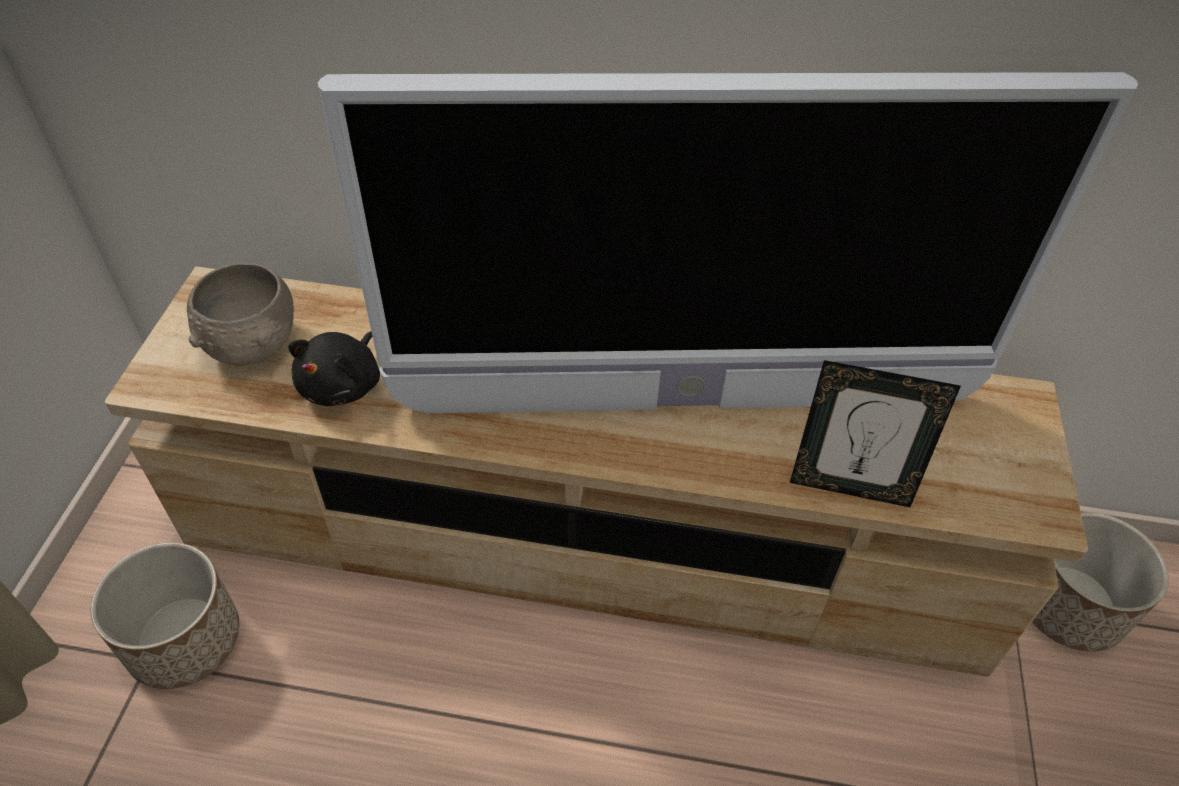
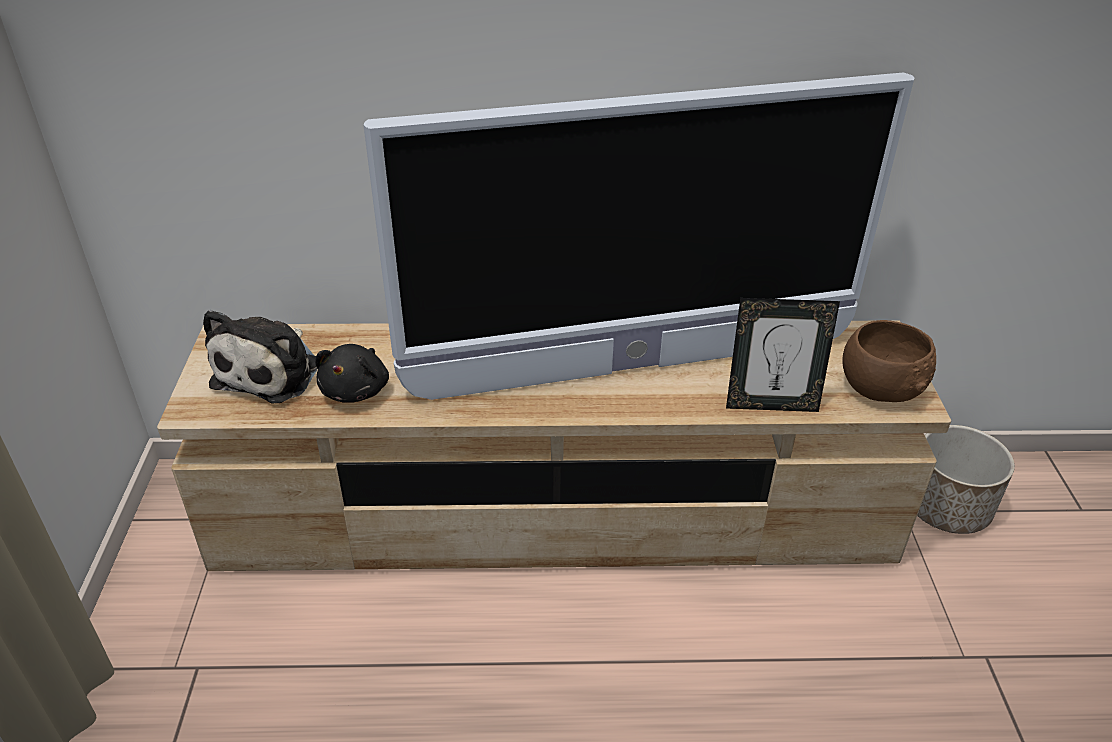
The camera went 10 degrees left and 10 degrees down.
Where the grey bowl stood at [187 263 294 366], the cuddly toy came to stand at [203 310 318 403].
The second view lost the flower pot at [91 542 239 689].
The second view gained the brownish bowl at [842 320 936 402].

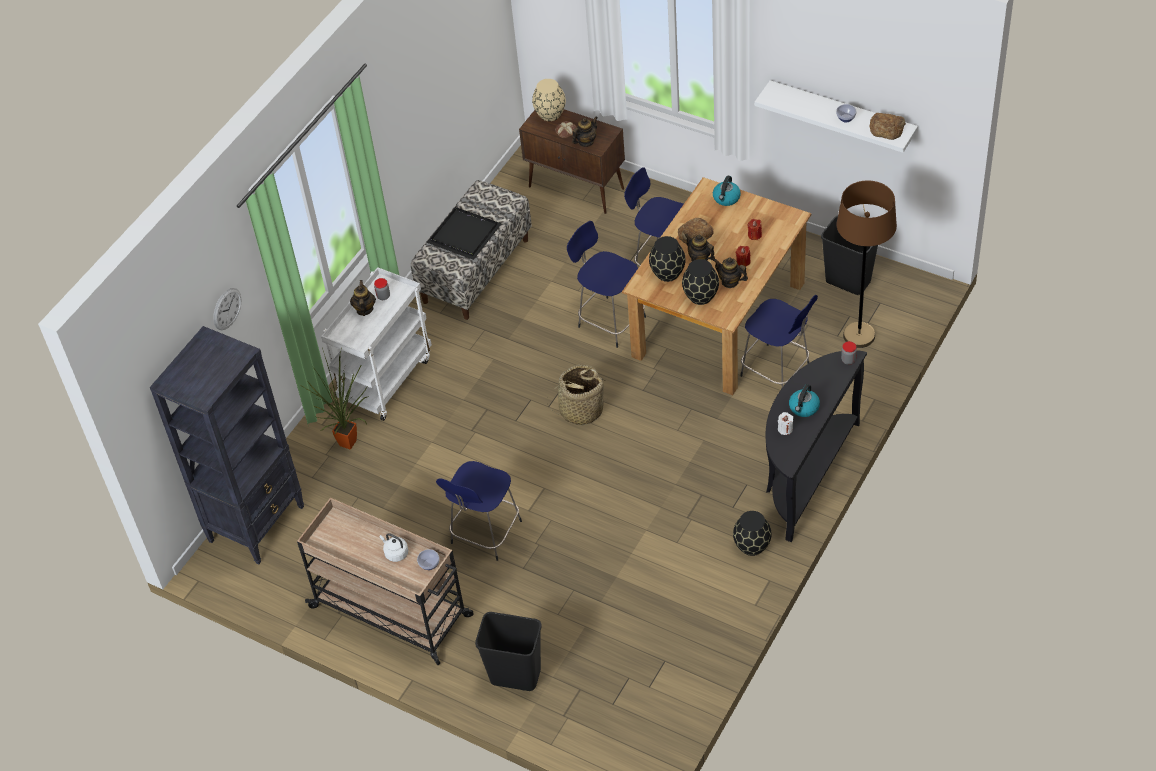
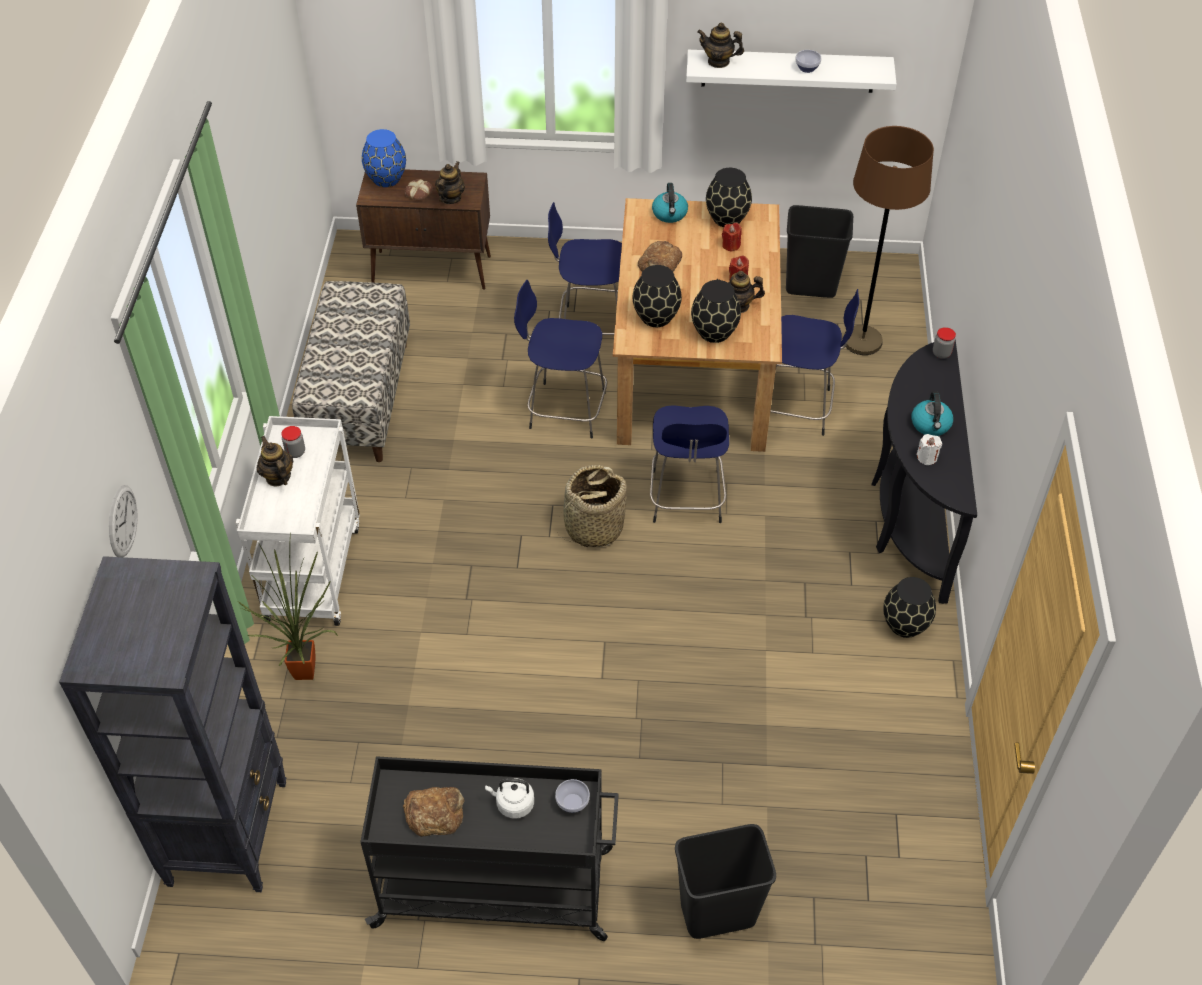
The camera went 30 degrees left and 0 degrees up.
What was the sand-coloured decorative vase at [532 79 566 121] turned into the blue decorative vase at [362 129 406 187].
The baked bread ended up elsewhere, having gone from [869 113 906 140] to [403 787 465 837].
The second view lost the black-coloured tray at [426 207 502 260].
The pot for tea ended up elsewhere, having gone from [685 234 715 261] to [697 23 744 68].
The blue stool seat ended up elsewhere, having gone from [436 461 522 561] to [650 405 729 523].
What was the sand-coloured cart at [297 498 473 665] turned into the black-coloured cart at [360 756 619 941].
The second view gained the black-coloured decorative vase at [706 168 752 227].

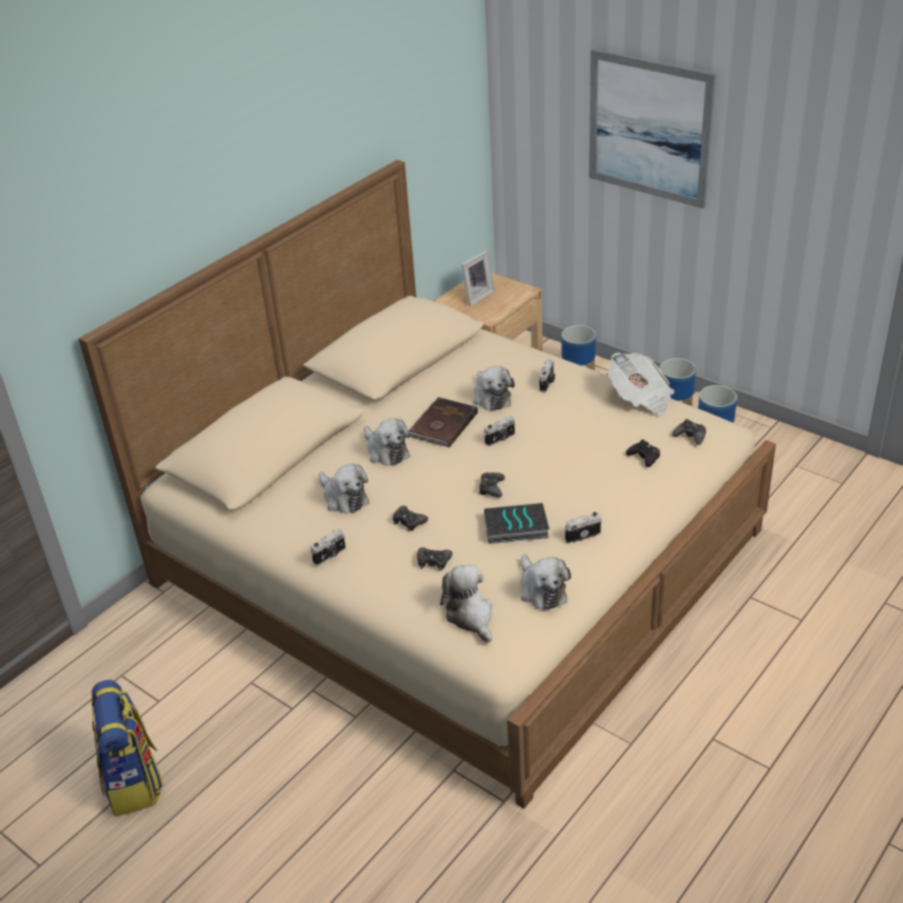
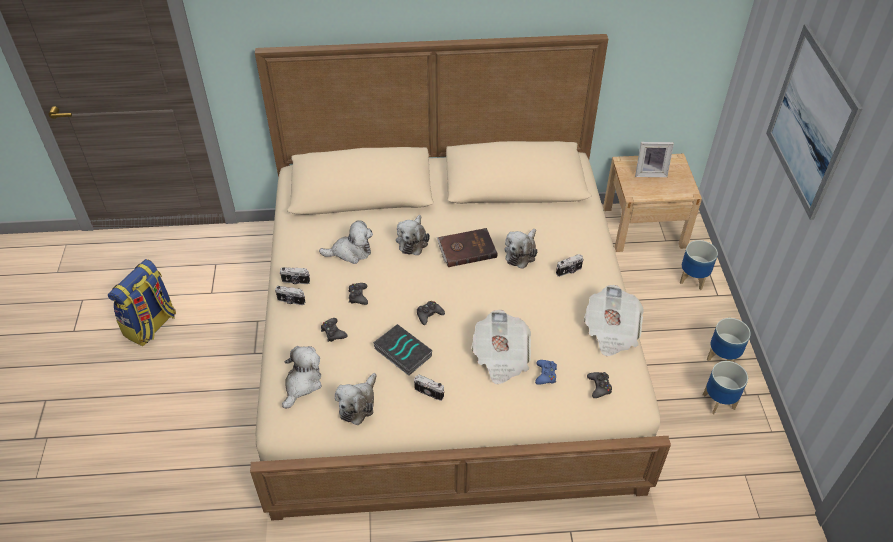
The camera went 45 degrees right and 10 degrees up.
The photo camera ended up elsewhere, having gone from [484 416 515 446] to [275 286 305 305].
What was the black-coloured joypad at [626 439 660 467] turned into the blue joypad at [535 360 557 385].
The cuddly toy at [319 464 369 514] ended up facing another way, 105 degrees counterclockwise from before.
The second view gained the daily paper at [471 310 531 385].

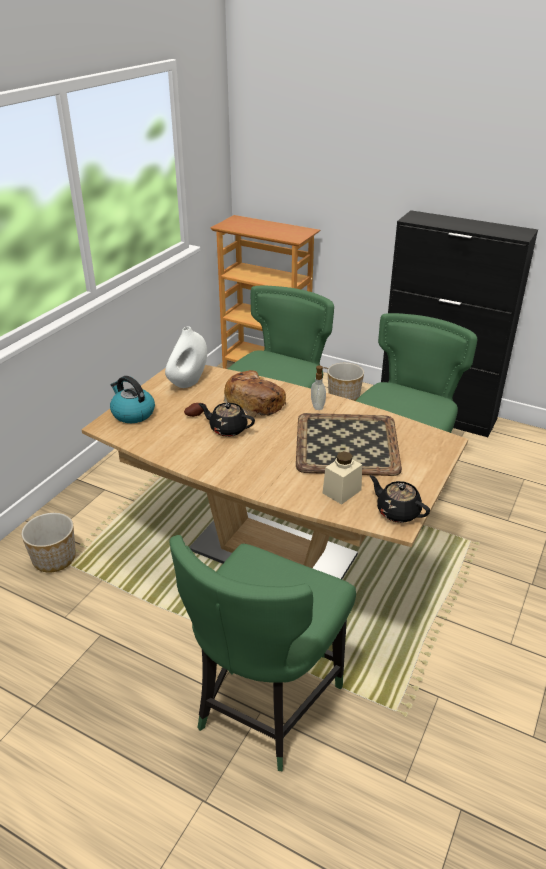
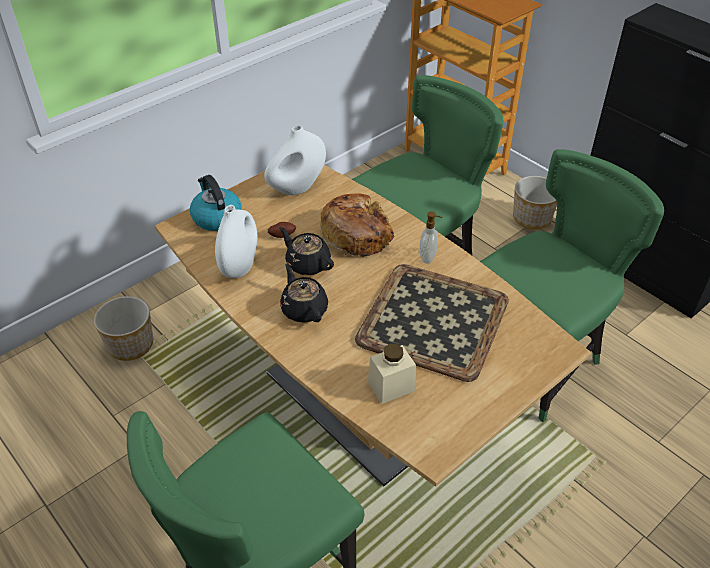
The camera went 20 degrees right and 10 degrees up.
The black-coloured pot for tea ended up elsewhere, having gone from [370 475 430 523] to [280 264 328 323].
The second view gained the whitish decorative vase at [215 205 258 278].

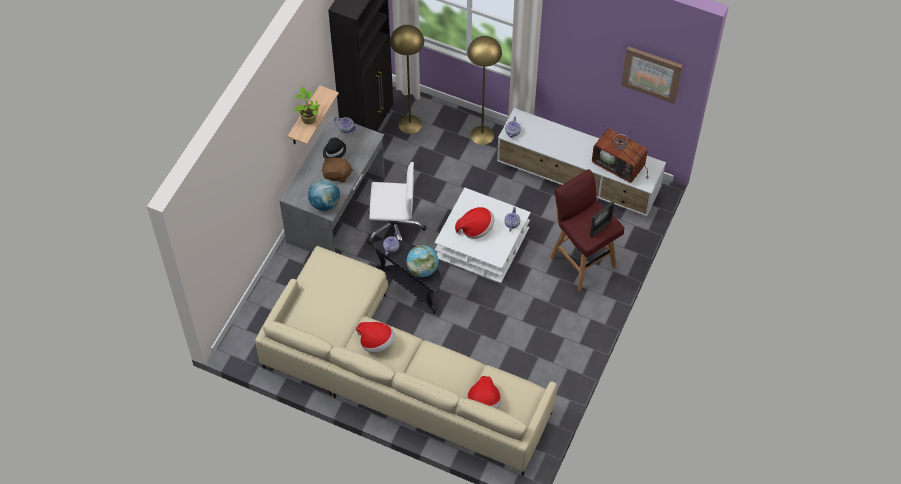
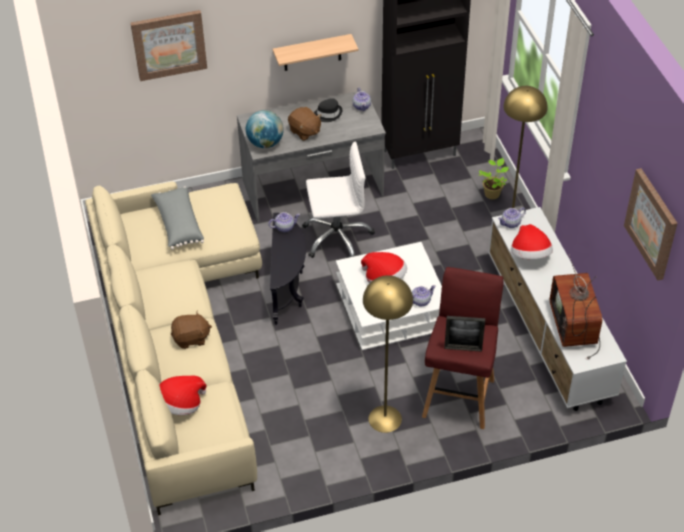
The camera went 50 degrees right and 10 degrees down.
The yellowish standard lamp ended up elsewhere, having gone from [390 25 424 134] to [363 275 413 433].
The plant in a pot ended up elsewhere, having gone from [294 87 320 125] to [479 158 509 199].
The whitish computer chair at [367 162 426 245] ended up facing another way, 60 degrees counterclockwise from before.
The second view lost the globe at [407 245 439 277].
The wearable hat ended up elsewhere, having gone from [356 322 395 353] to [511 224 553 259].
The second view gained the picture at [131 10 207 81].
The second view gained the grey pillow at [151 186 204 250].
The second view gained the brownish cuddly toy at [171 310 212 349].

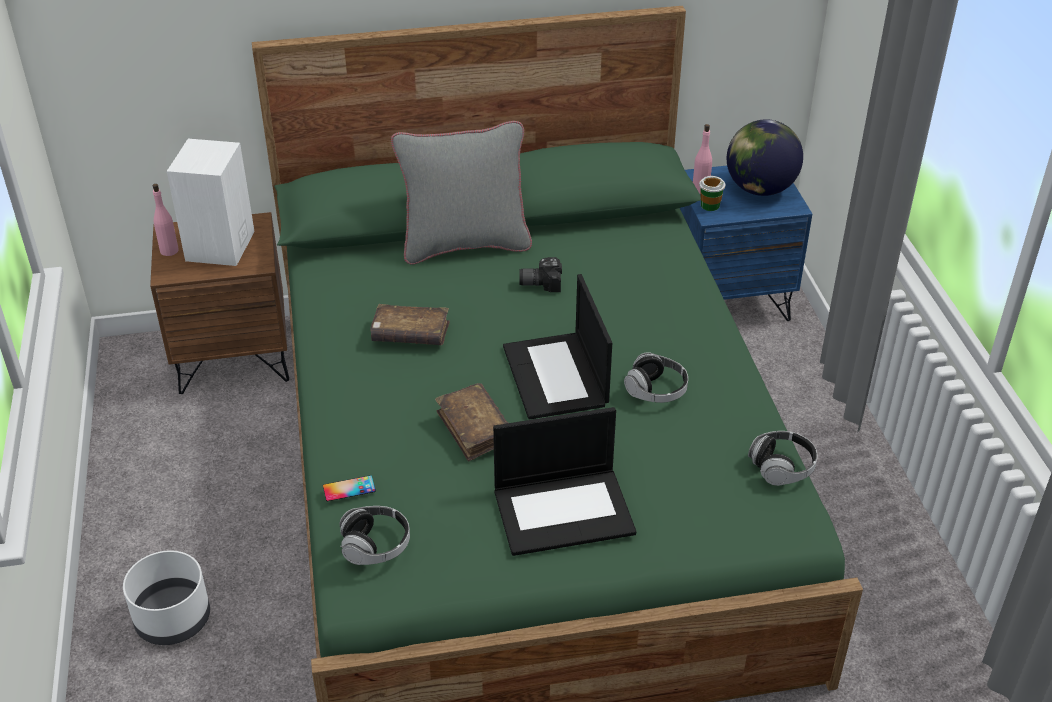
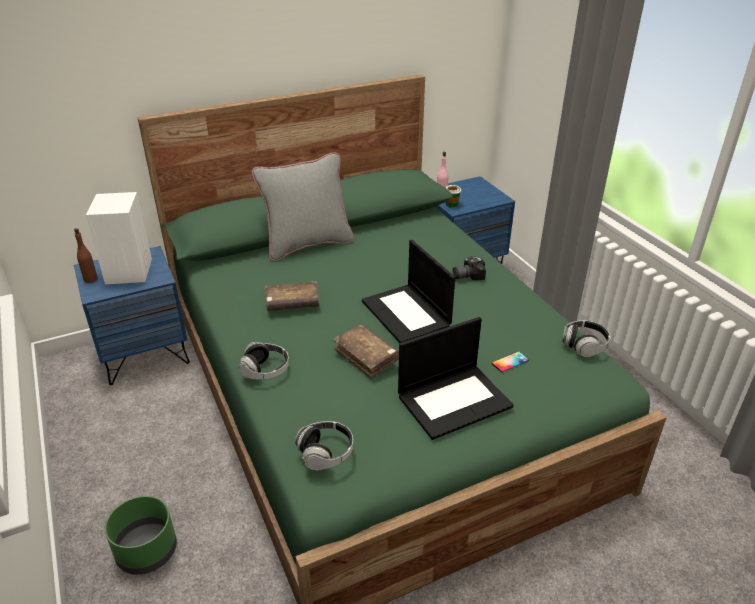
The camera went 15 degrees left and 5 degrees down.
The second view lost the globe at [727 119 803 196].
What was the pink-coloured bottle at [153 184 179 256] turned into the brownish bottle at [74 228 98 283].
What was the brownish nightstand at [150 212 289 394] turned into the blue nightstand at [74 246 190 385].
The photo camera ended up elsewhere, having gone from [519 257 562 292] to [452 256 486 281].
The headphones ended up elsewhere, having gone from [624 352 688 403] to [238 342 289 380].
The telephone ended up elsewhere, having gone from [323 475 376 501] to [492 351 529 372].
What was the whitish flower pot at [123 550 210 645] turned into the green flower pot at [105 496 177 575].

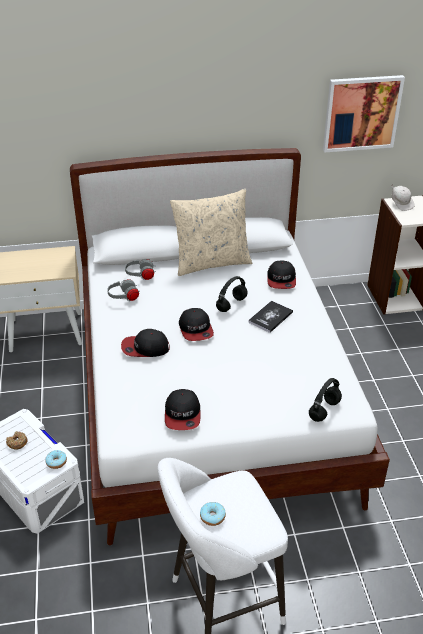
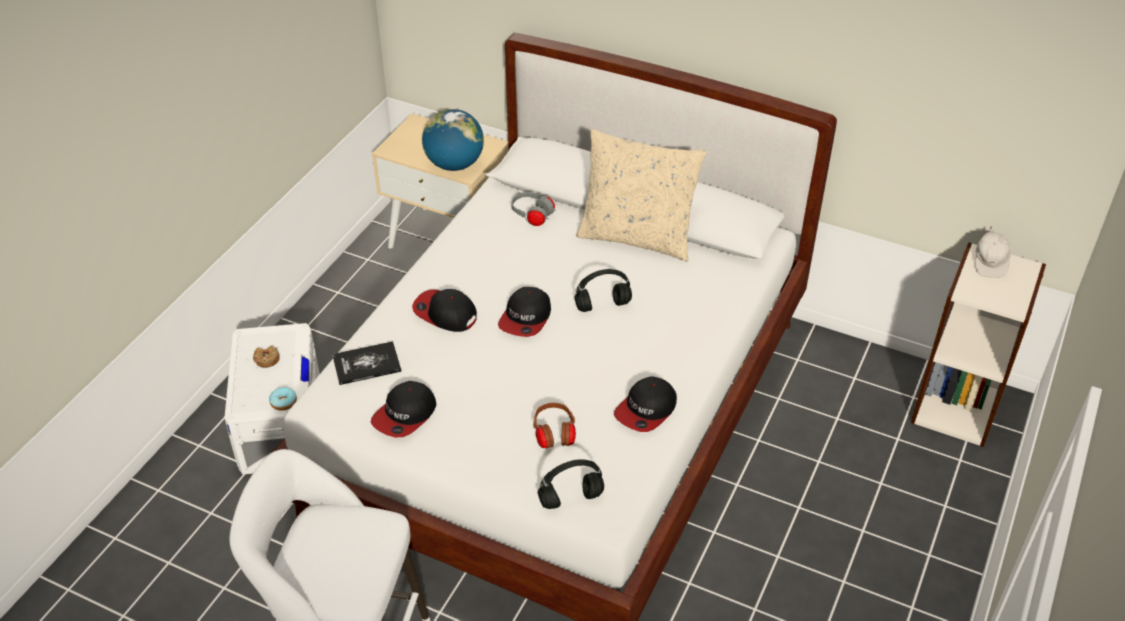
The camera went 35 degrees right and 5 degrees up.
The second view lost the picture at [323 75 405 153].
The peaked cap ended up elsewhere, having gone from [267 260 296 289] to [614 376 677 432].
The second view lost the grey headphones at [107 279 139 301].
The bound book ended up elsewhere, having gone from [248 301 293 333] to [332 341 401 385].
The second view lost the doughnut at [200 502 226 526].
The second view gained the globe at [422 109 484 171].
The second view gained the brownish headphones at [533 403 576 449].

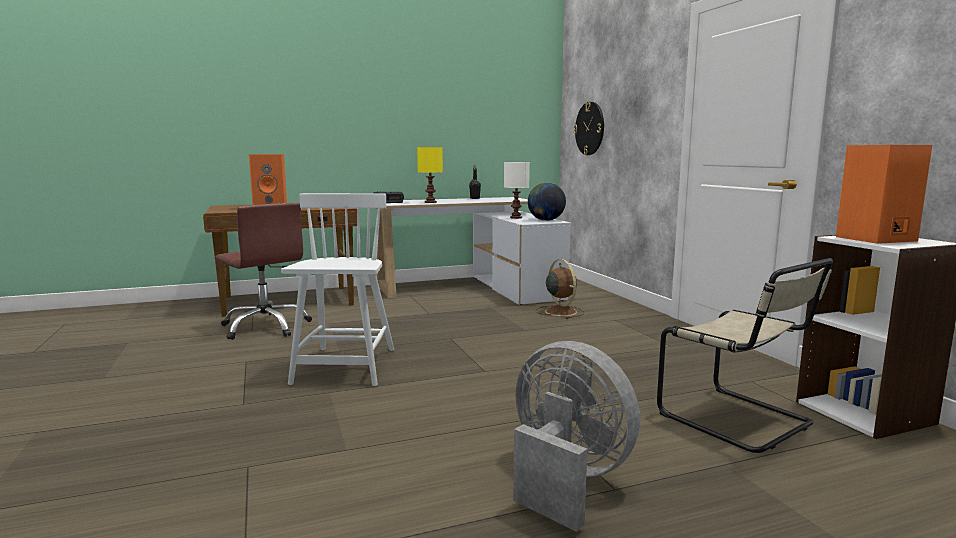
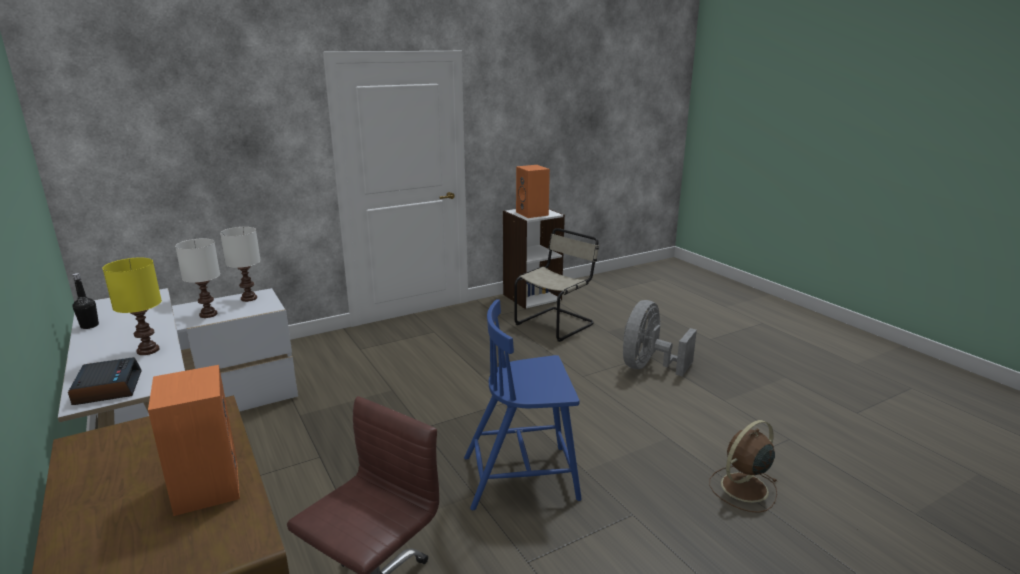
The camera went 100 degrees left and 10 degrees up.
The second view lost the wall clock at [574 102 604 155].
Where the globe stood at [528 183 566 221], the whitish table lamp came to stand at [220 227 261 302].
What was the whitish plain chair at [281 193 394 386] turned into the blue plain chair at [464 299 582 510].
The brownish cooling fan ended up elsewhere, having gone from [536 259 585 319] to [709 420 777 513].

